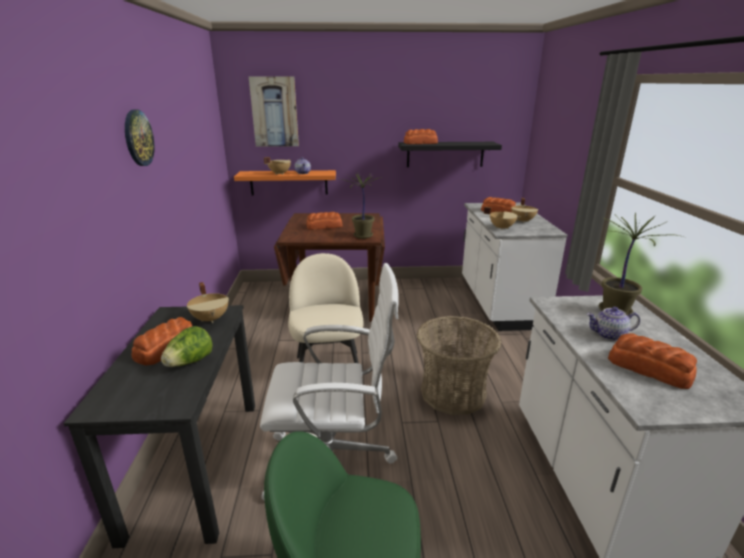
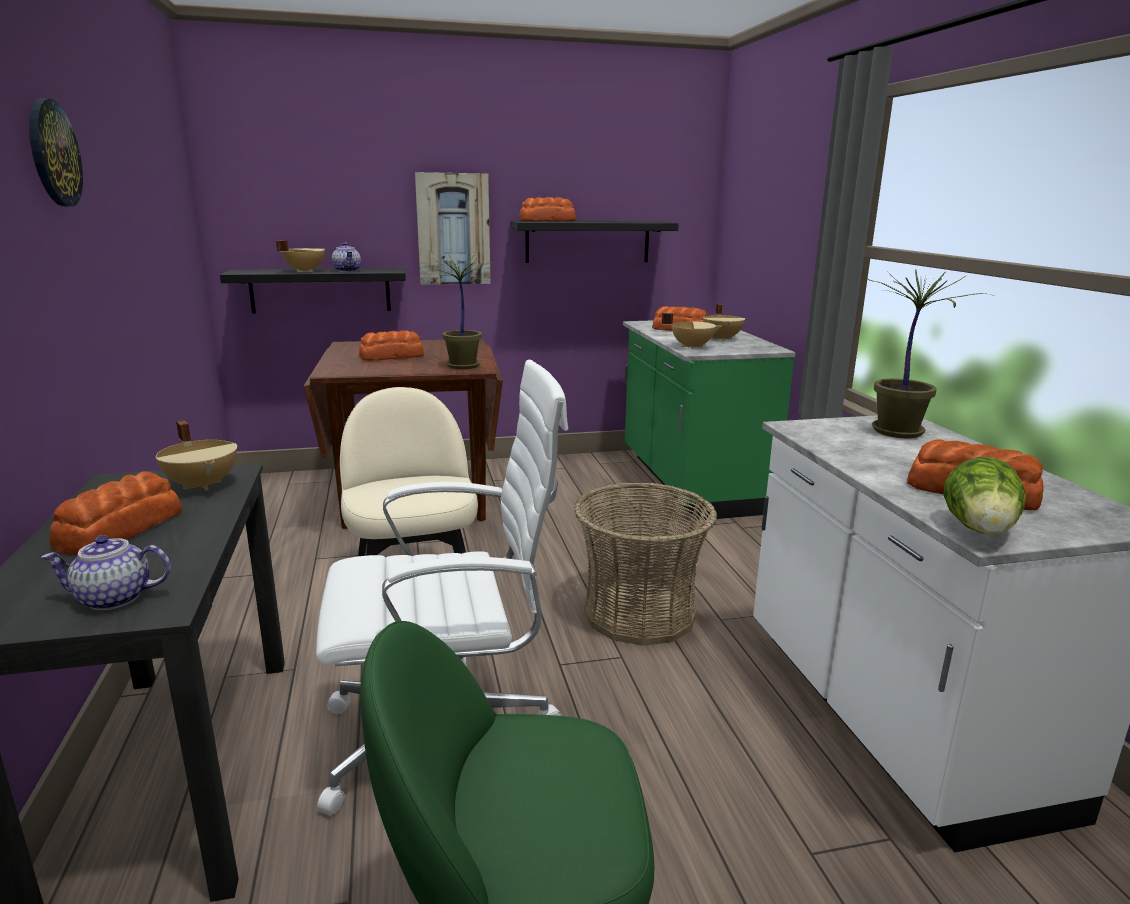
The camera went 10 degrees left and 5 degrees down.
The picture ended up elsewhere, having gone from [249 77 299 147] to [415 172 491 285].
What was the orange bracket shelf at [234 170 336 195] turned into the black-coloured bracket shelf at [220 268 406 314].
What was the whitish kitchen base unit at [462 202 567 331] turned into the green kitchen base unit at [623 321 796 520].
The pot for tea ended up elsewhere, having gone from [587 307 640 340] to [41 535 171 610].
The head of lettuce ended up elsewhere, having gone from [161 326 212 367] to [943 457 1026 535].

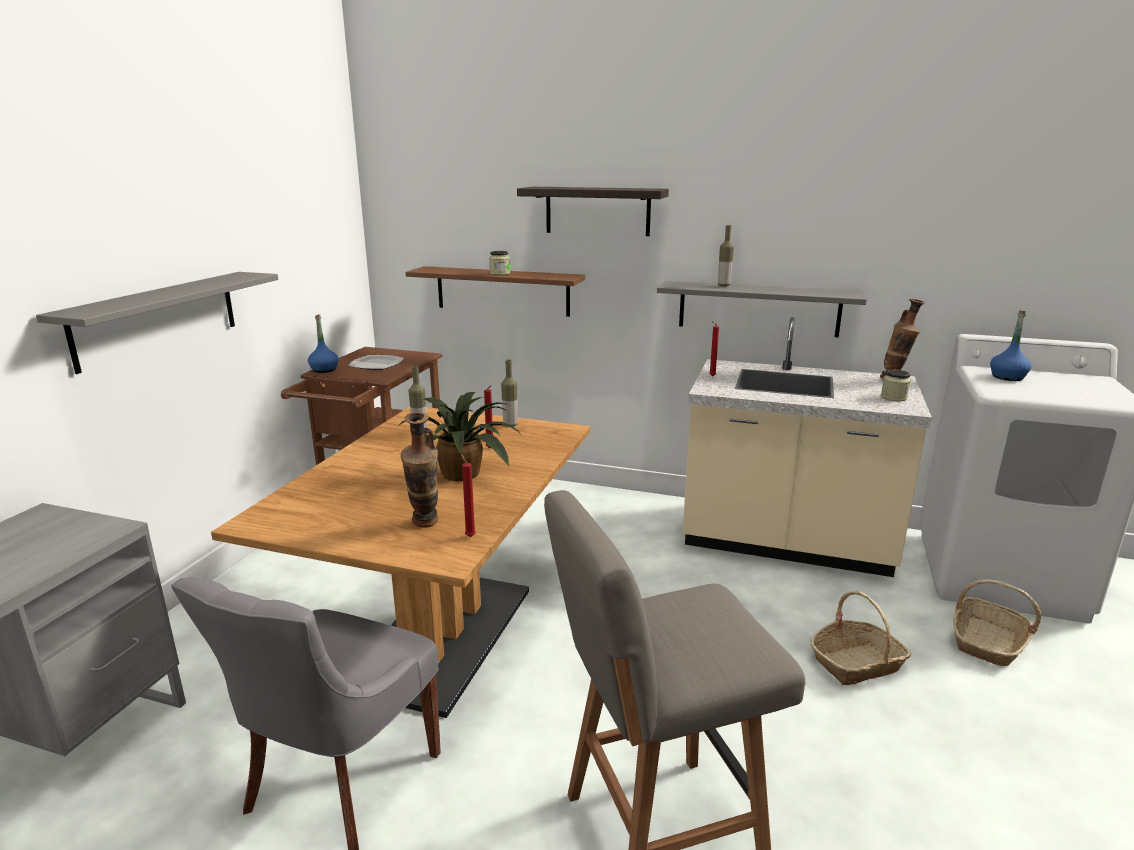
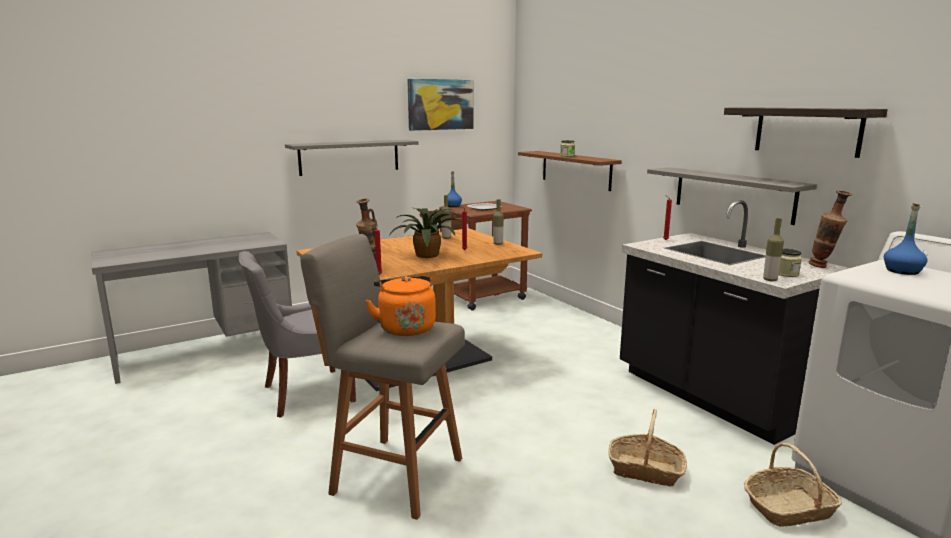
The camera went 40 degrees right and 5 degrees down.
The bracket shelf ended up elsewhere, having gone from [517 187 669 236] to [724 107 888 158].
The bottle ended up elsewhere, having gone from [718 225 734 286] to [763 218 784 281].
What was the sand-coloured kitchen base unit at [683 317 932 577] turned into the black-coloured kitchen base unit at [620 200 849 445].
The second view gained the picture at [407 79 474 131].
The second view gained the orange tea kettle at [365 276 436 336].

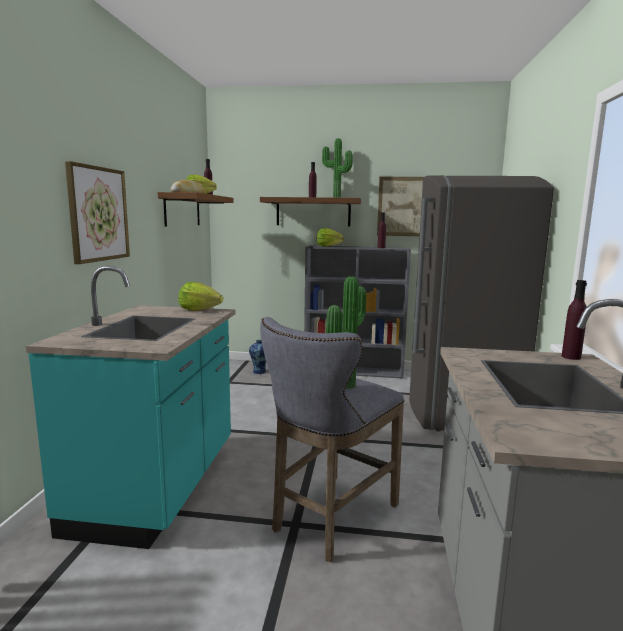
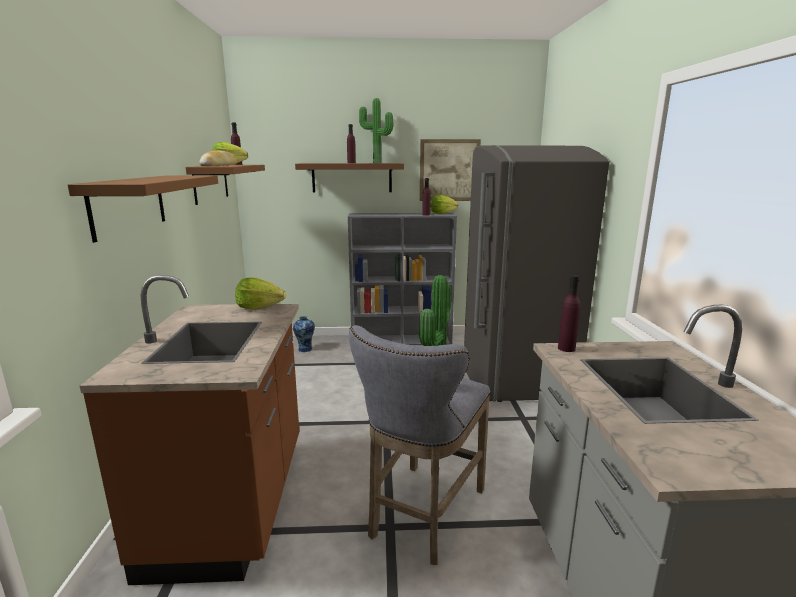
The camera went 10 degrees left and 5 degrees up.
Where the picture hung at [65 161 130 264], the brownish bracket shelf came to hang at [68 176 218 243].
The head of lettuce ended up elsewhere, having gone from [317 228 344 247] to [431 195 458 214].
What was the blue-green kitchen base unit at [26 266 235 549] turned into the brownish kitchen base unit at [80 275 299 585].
The purplish bottle ended up elsewhere, having gone from [562 280 587 360] to [558 275 580 352].

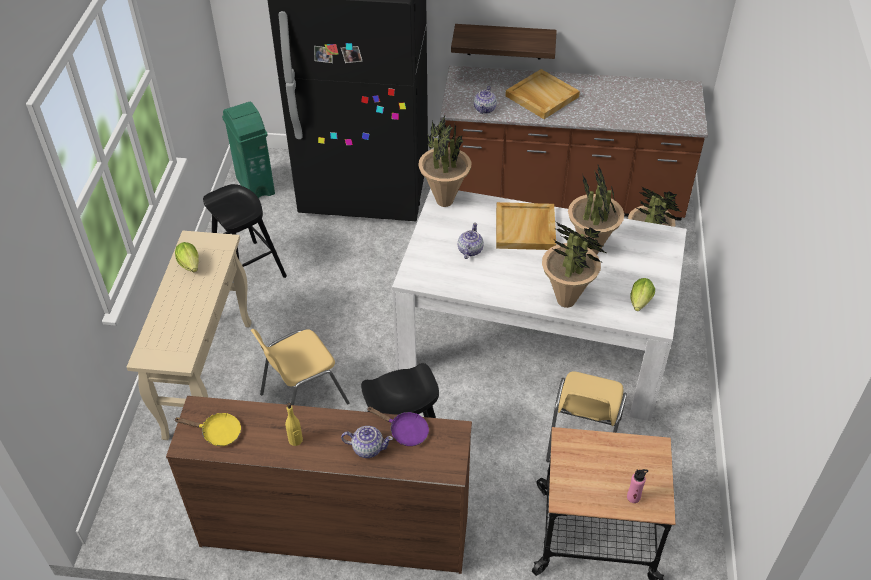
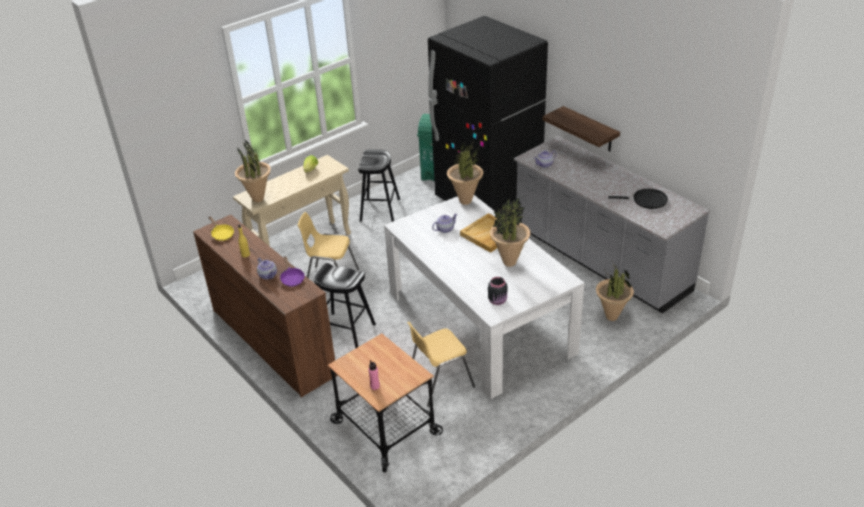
The camera went 45 degrees right and 10 degrees down.
What was the brownish kitchen base unit at [440 66 708 221] turned into the grey kitchen base unit at [514 136 710 314].
The second view lost the sand-coloured tray at [505 69 580 119].
The plant in a pot ended up elsewhere, having gone from [542 222 608 308] to [235 139 271 202].
Where the head of lettuce stood at [630 278 655 311], the black-coloured storage jar came to stand at [488 277 507 305].
The second view gained the black-coloured skillet at [608 188 668 209].

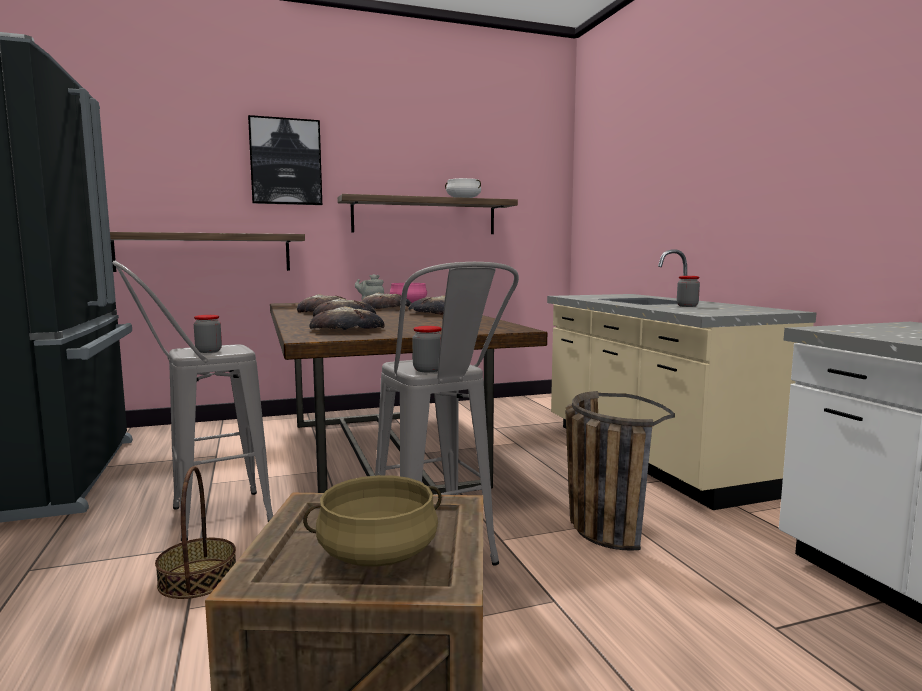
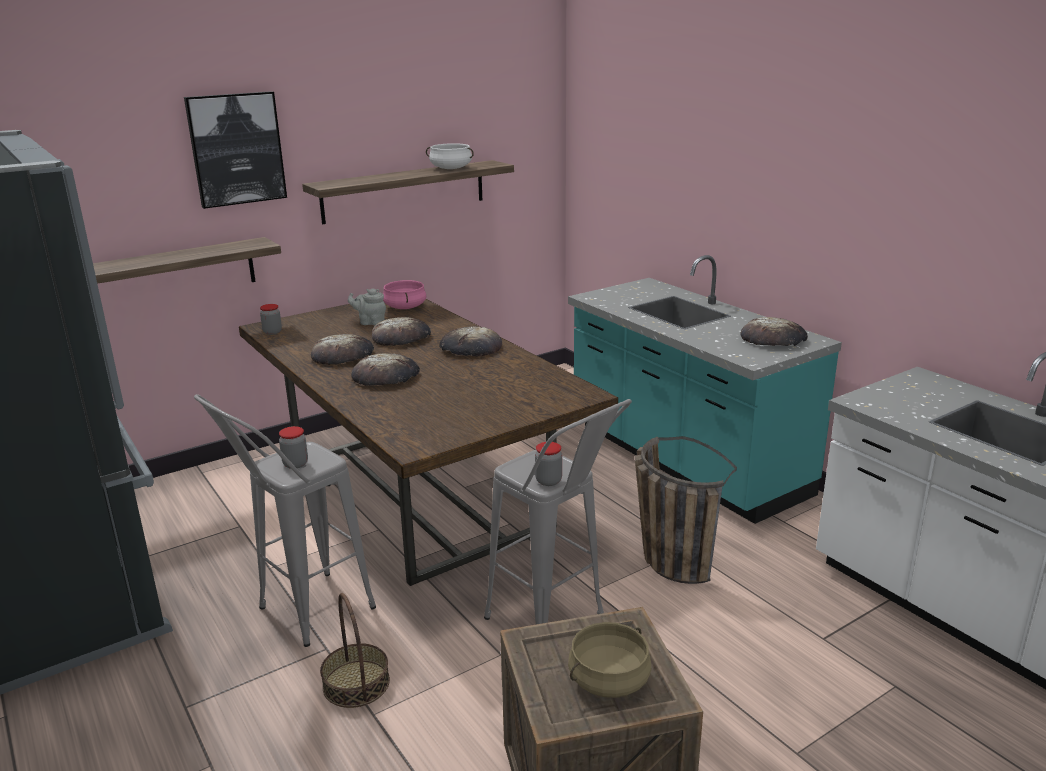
The camera went 15 degrees left and 15 degrees up.
What was the sand-coloured kitchen base unit at [547 249 817 510] turned into the blue-green kitchen base unit at [568 255 842 524].
The storage jar ended up elsewhere, having gone from [677 276 700 307] to [260 304 282 335].
The baked bread ended up elsewhere, having gone from [310 306 385 330] to [740 317 808 346].

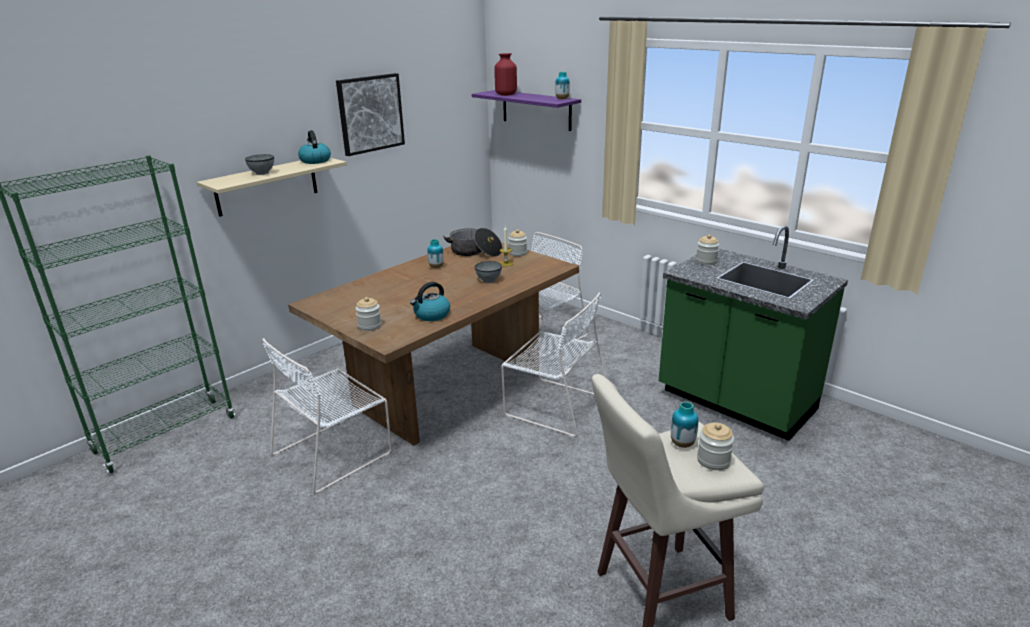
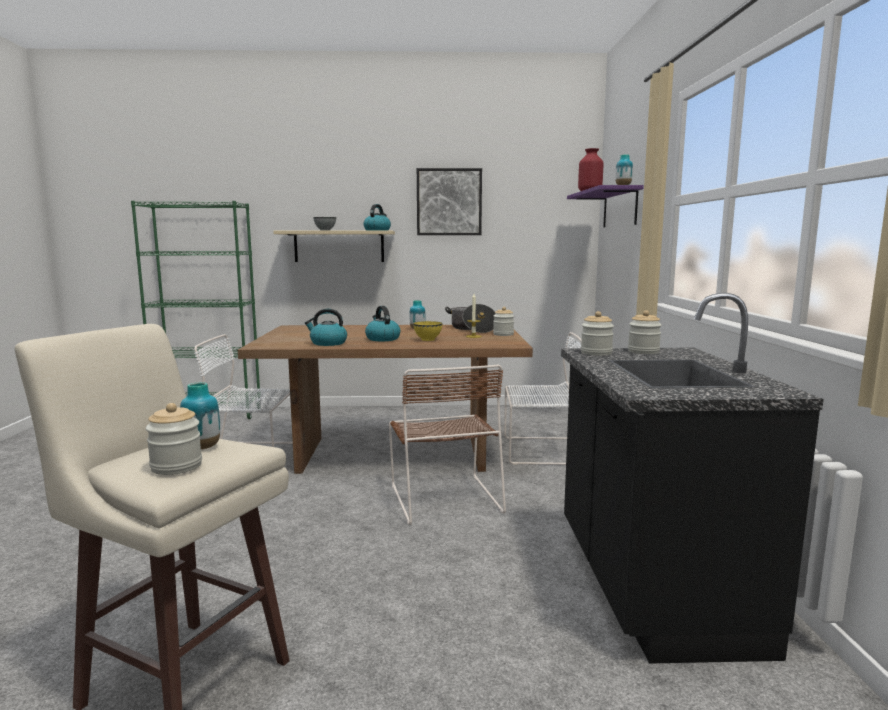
The camera went 45 degrees right and 15 degrees down.
What was the green kitchen base unit at [659 226 848 441] turned into the black-coloured kitchen base unit at [561 293 824 664].
What was the grey bowl at [475 261 502 283] turned into the yellowish bowl at [413 321 443 341].
What was the whitish plain chair at [501 292 605 437] turned into the brownish plain chair at [389 365 506 525].
The storage jar ended up elsewhere, having gone from [356 297 382 331] to [581 311 614 356].
The second view gained the tea kettle at [365 306 400 341].

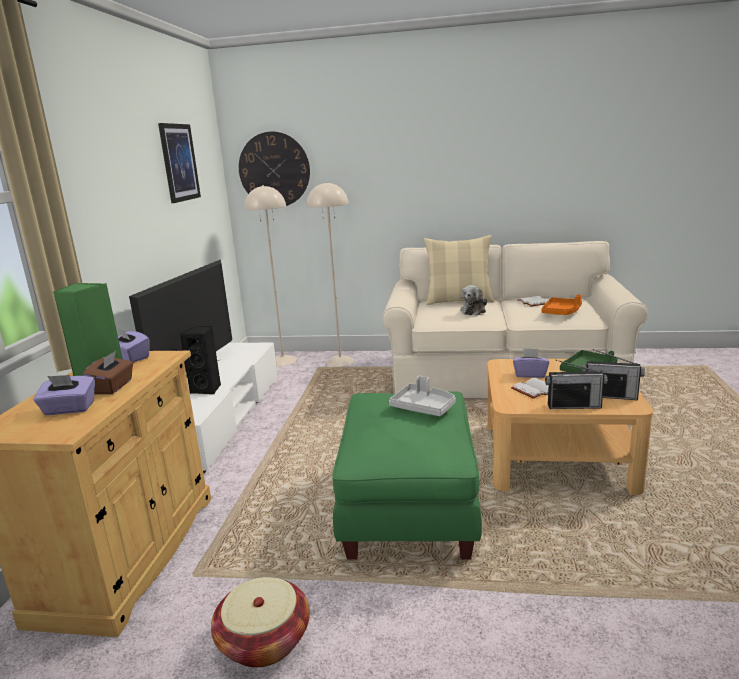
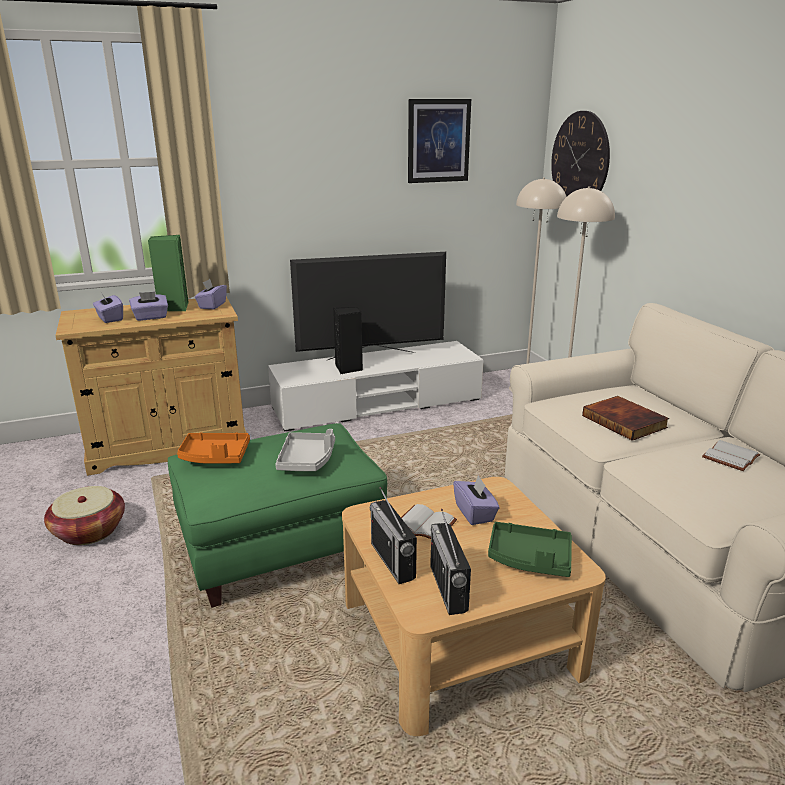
The camera went 60 degrees right and 5 degrees up.
The second view lost the sand-coloured pillow at [424 235 494 305].
Where the cuddly toy stood at [460 285 487 316], the bound book came to stand at [582 396 669 441].
The orange tray ended up elsewhere, having gone from [542 294 582 315] to [177 432 250 464].
What was the brownish tissue holder at [82 351 133 394] turned into the purplish tissue holder at [129 292 168 321].

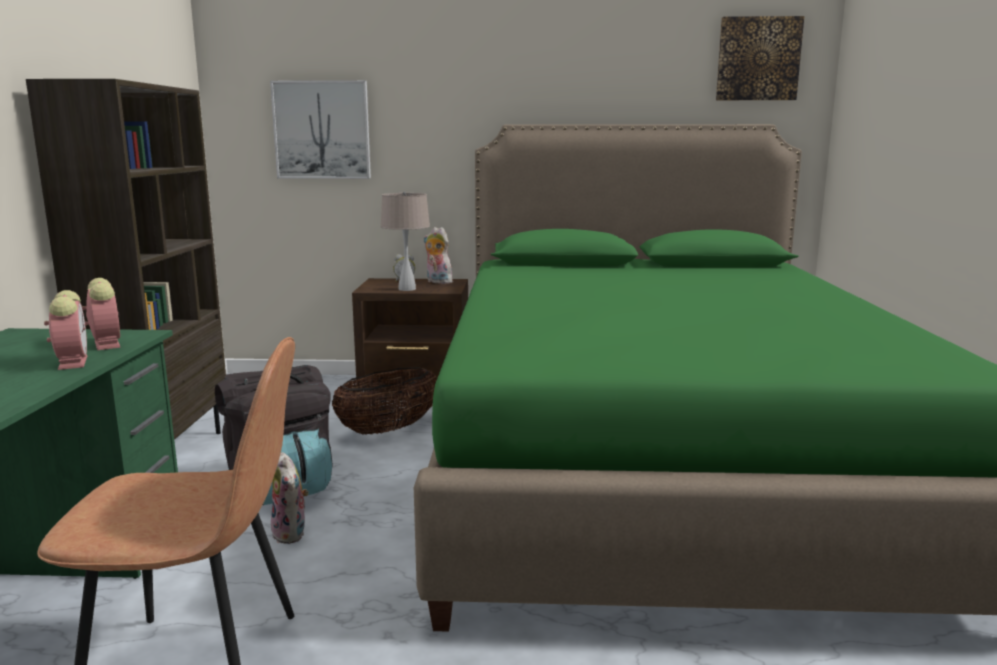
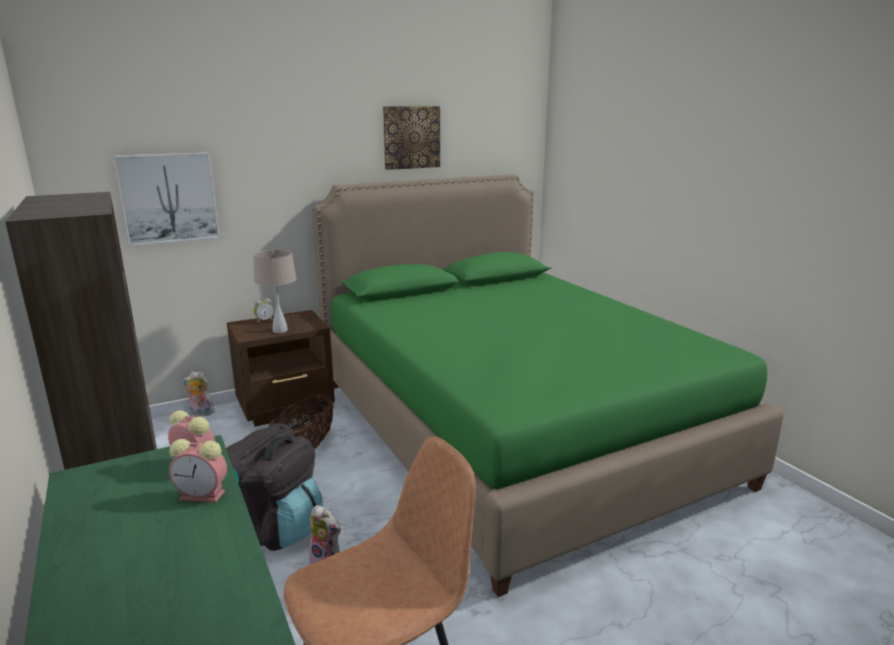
The camera went 30 degrees left and 5 degrees up.
The picture ended up elsewhere, having gone from [716 16 804 100] to [383 106 440 170].
The cuddly toy ended up elsewhere, having gone from [424 227 453 284] to [183 371 215 416].
The bedside clock at [44 290 87 370] ended up facing another way, 150 degrees clockwise from before.

